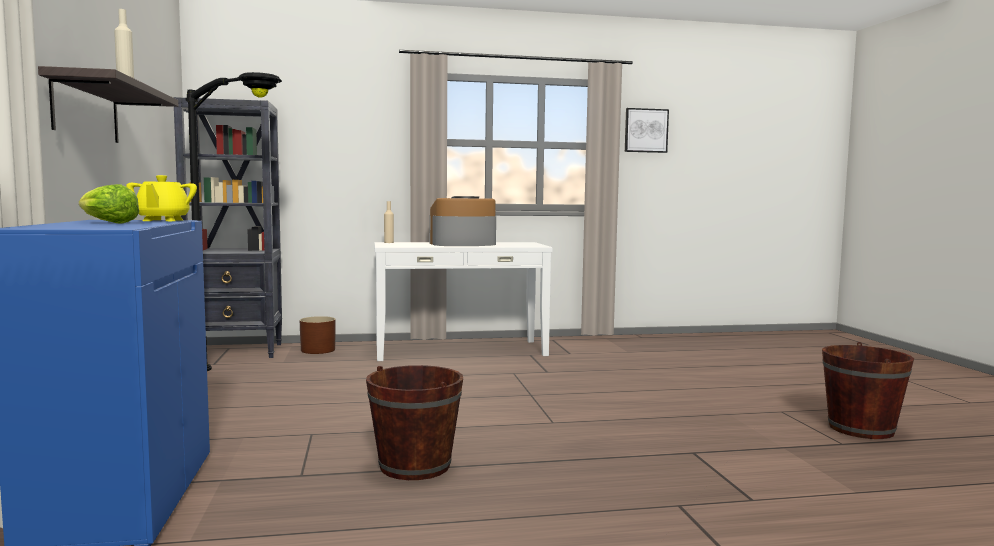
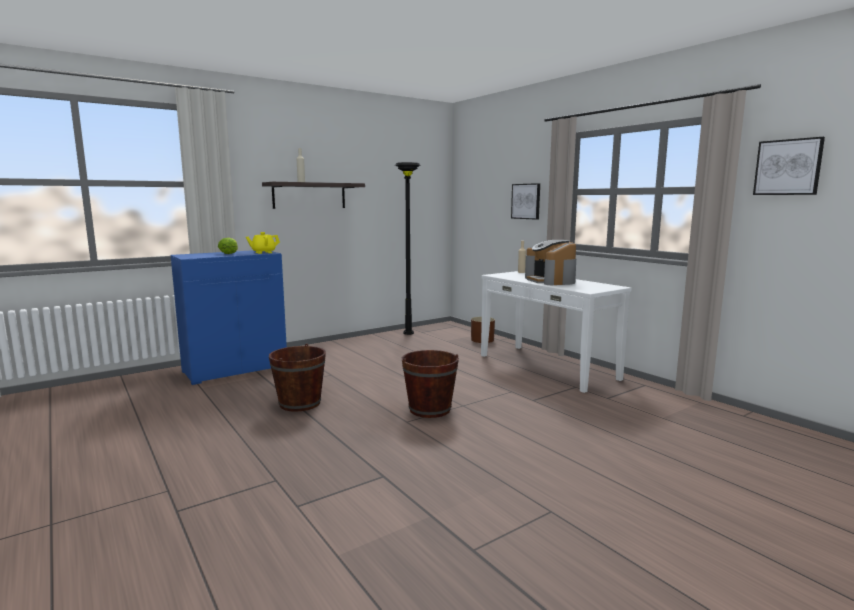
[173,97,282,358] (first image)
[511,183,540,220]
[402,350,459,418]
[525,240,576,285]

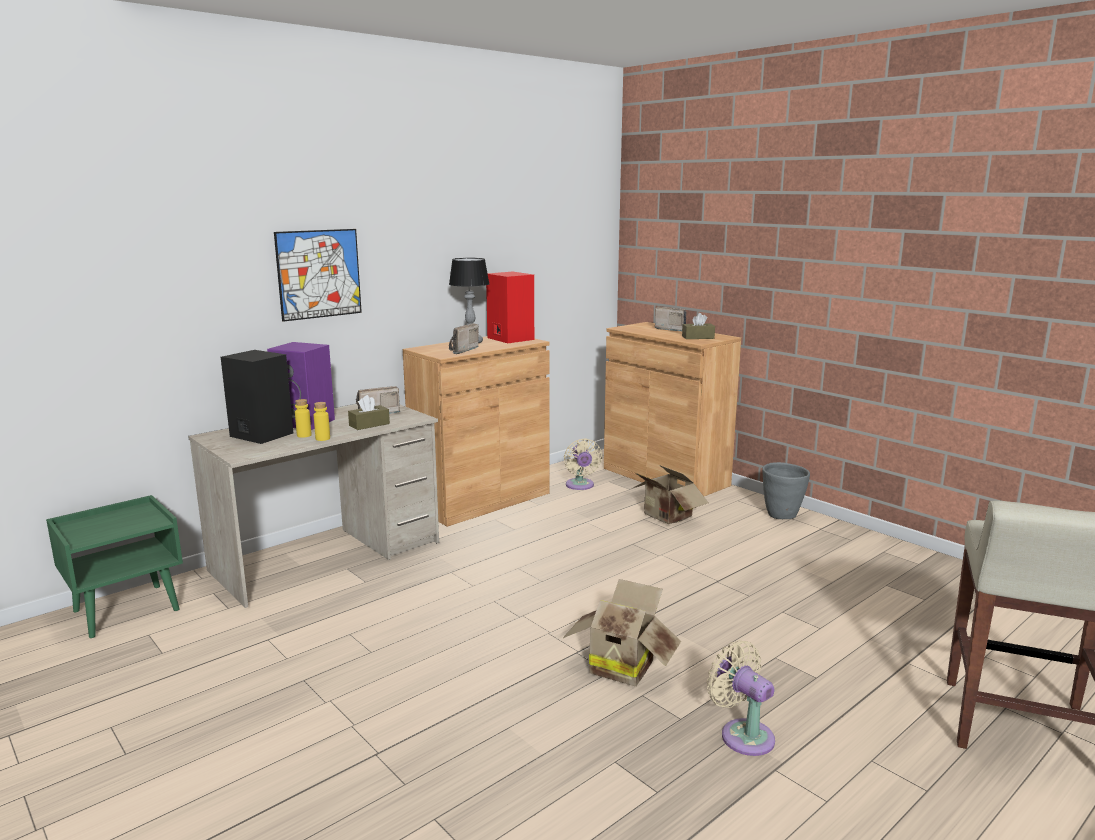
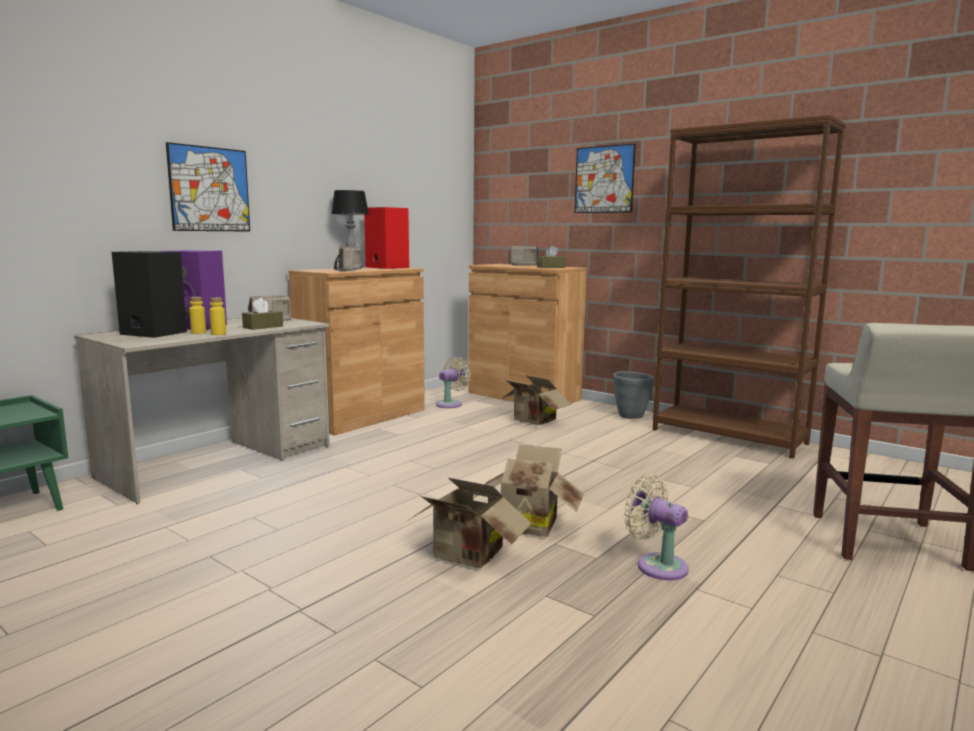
[409,478,532,569]
[575,144,636,213]
[652,115,846,459]
[436,356,471,408]

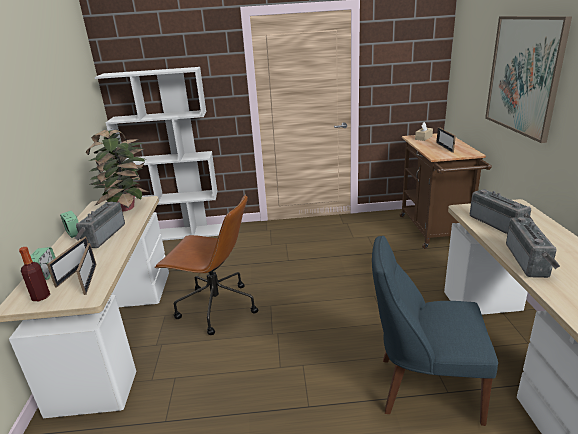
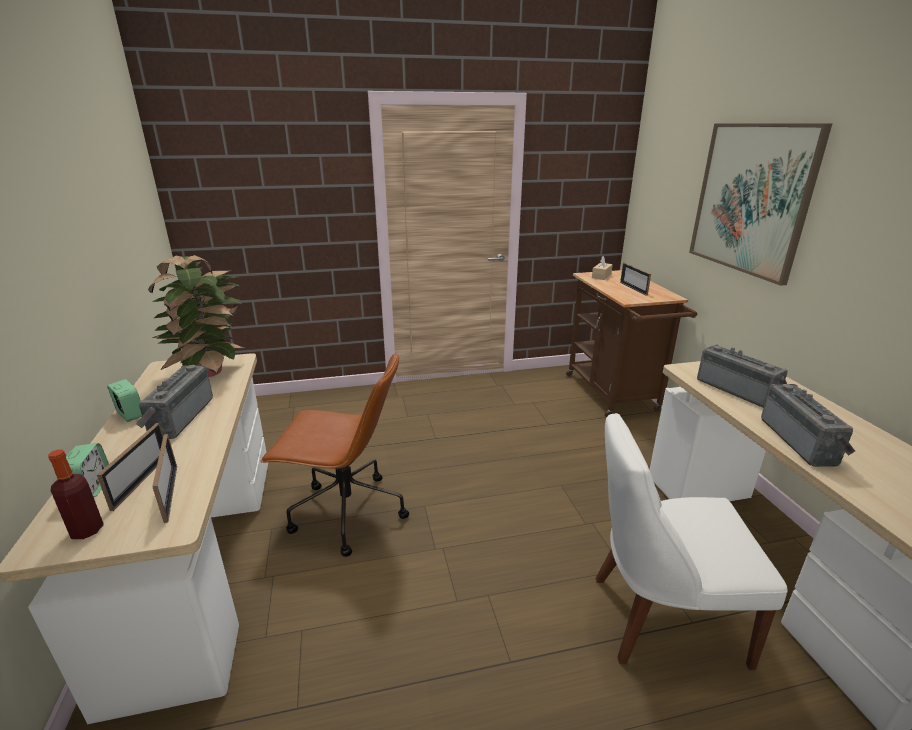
[95,67,222,241] (first image)
[596,413,788,670]

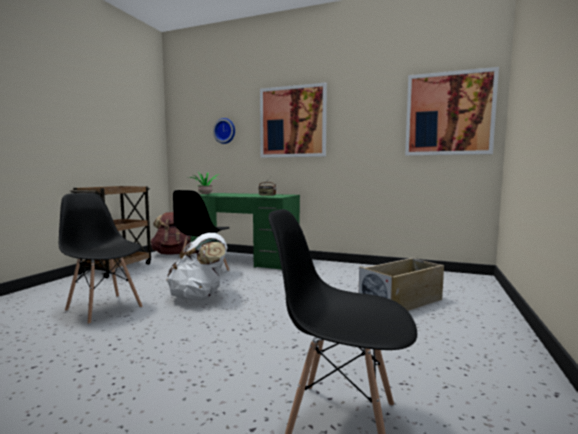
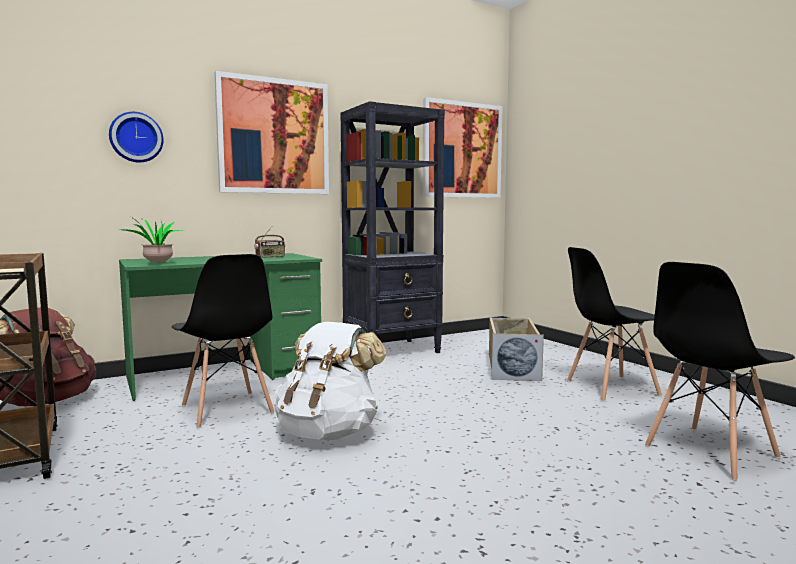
[340,101,445,353]
[567,247,662,402]

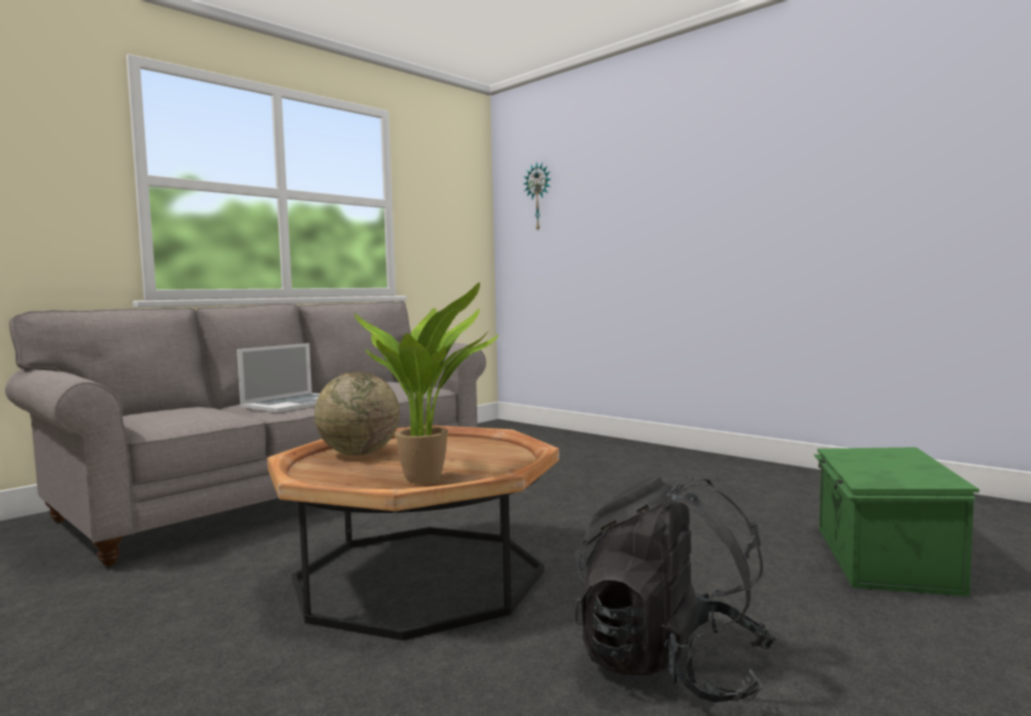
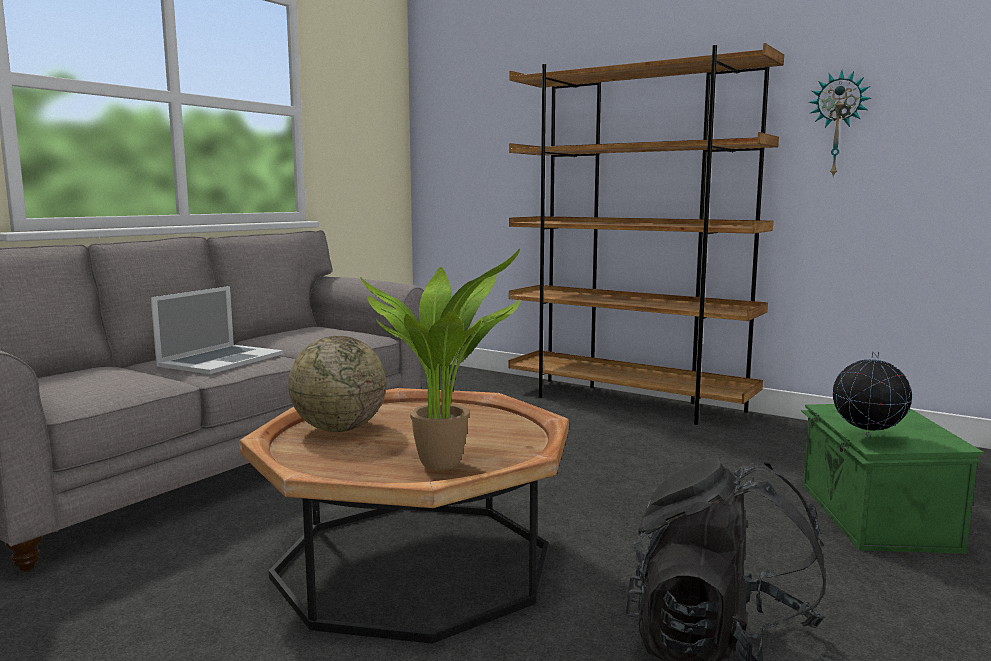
[509,43,784,425]
[833,351,912,439]
[809,70,871,177]

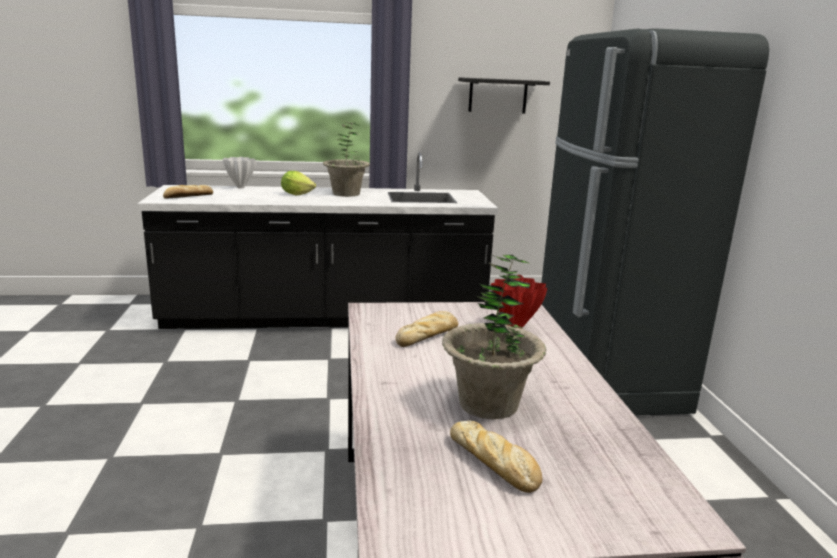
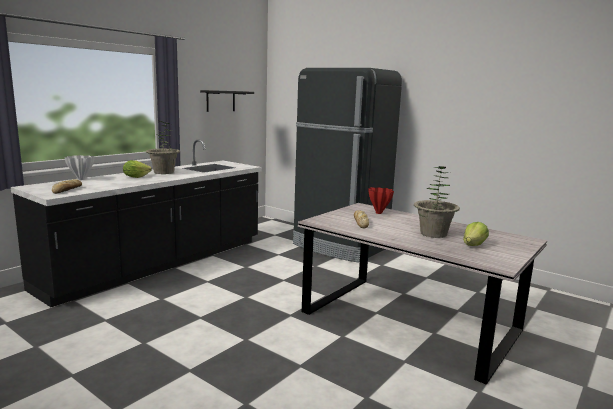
[463,222,489,246]

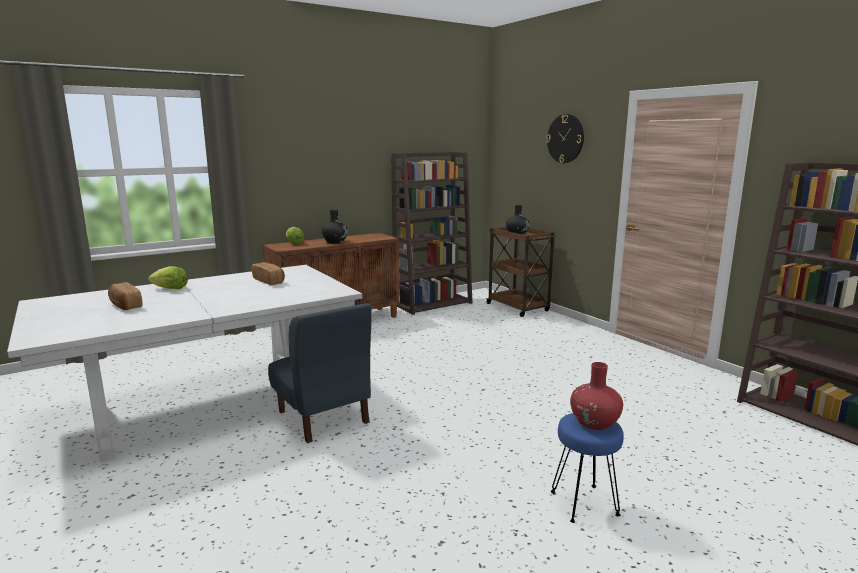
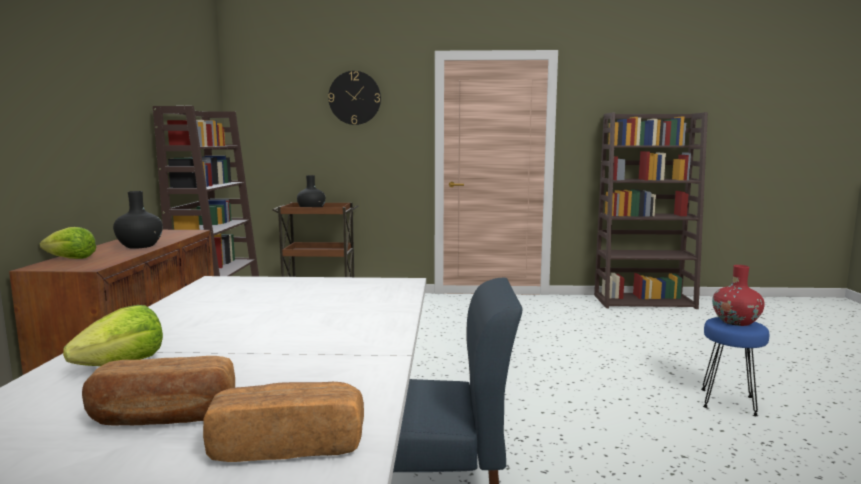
[203,382,364,462]

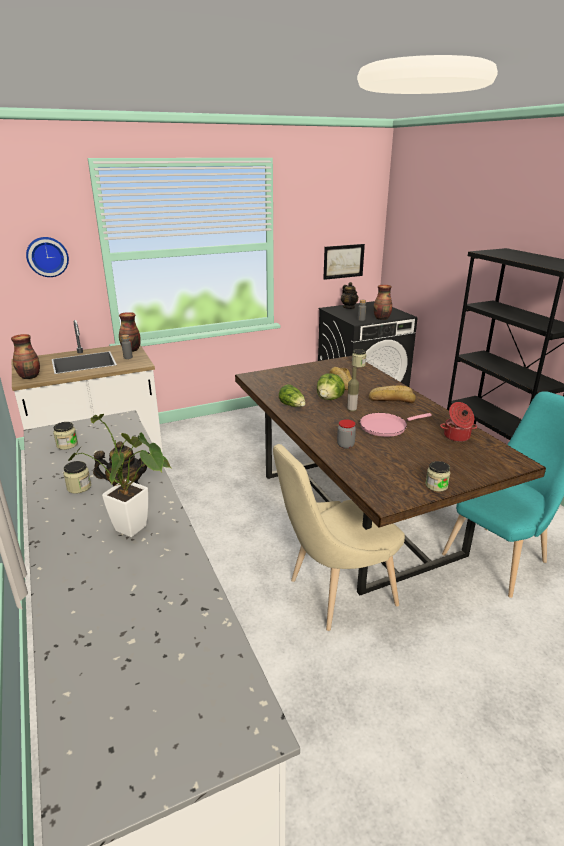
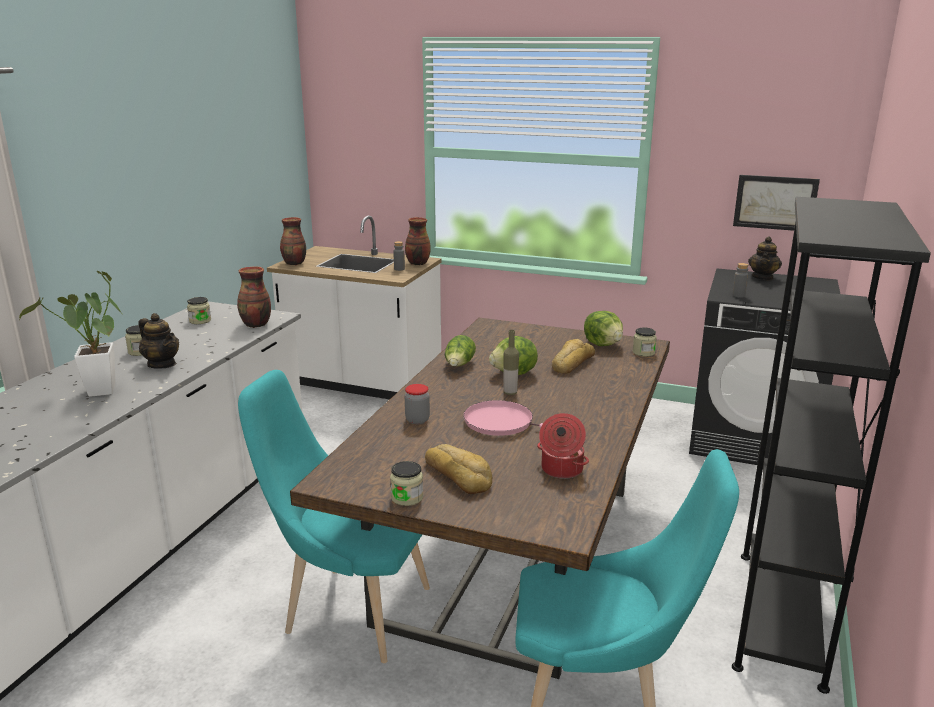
[26,237,69,277] (first image)
[584,311,623,346]
[425,444,492,494]
[237,267,271,328]
[238,370,430,663]

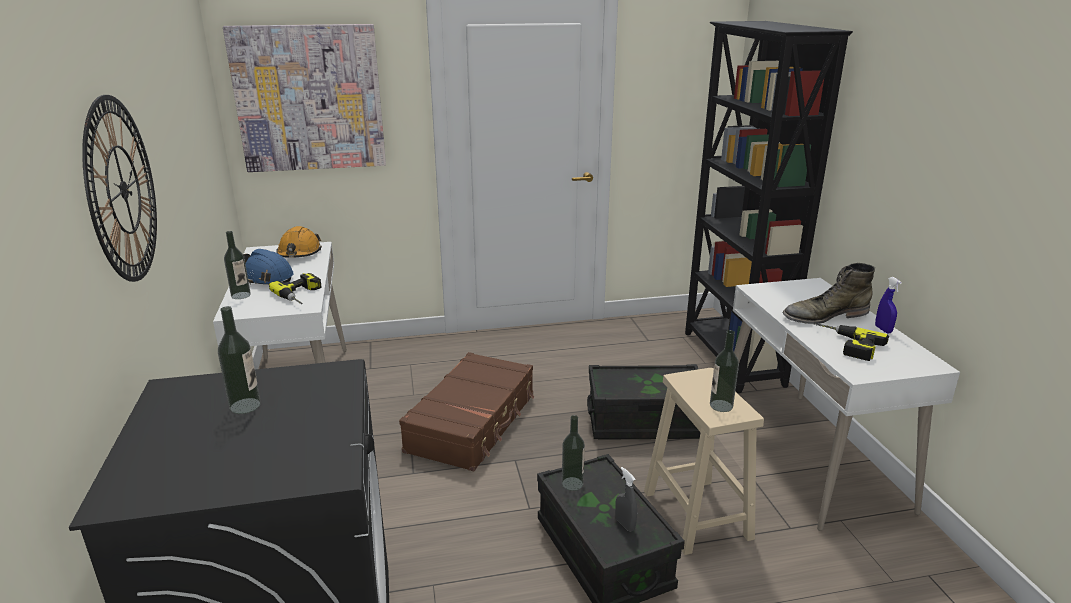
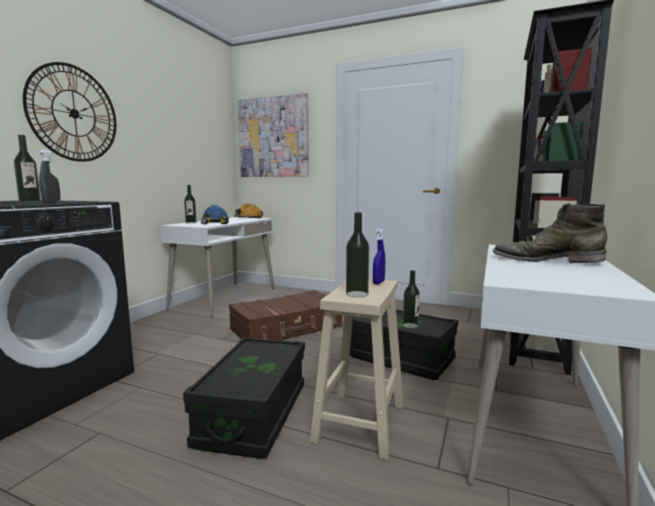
[813,323,889,361] (first image)
[403,270,420,328]
[39,150,61,203]
[373,228,385,285]

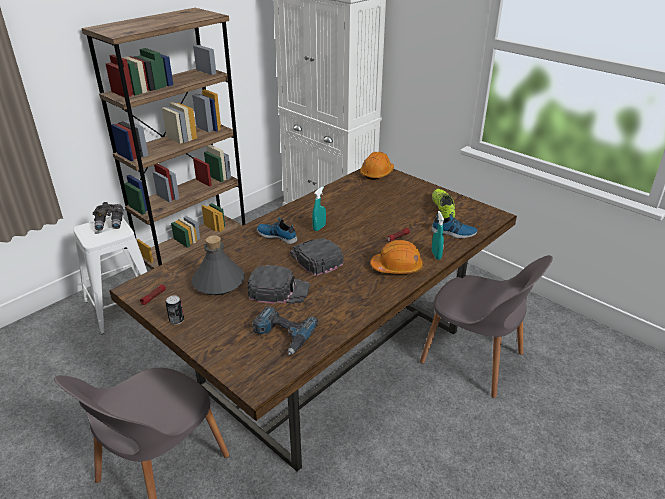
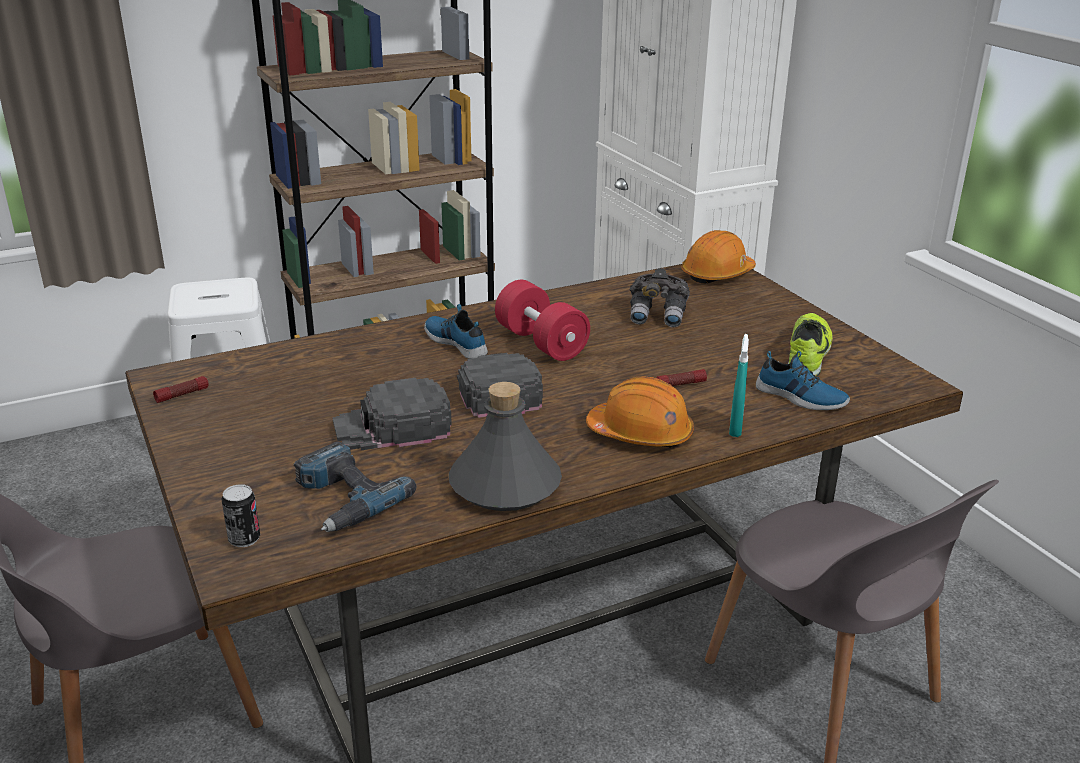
[629,268,690,327]
[221,484,260,547]
[449,382,562,511]
[495,280,590,361]
[332,378,452,450]

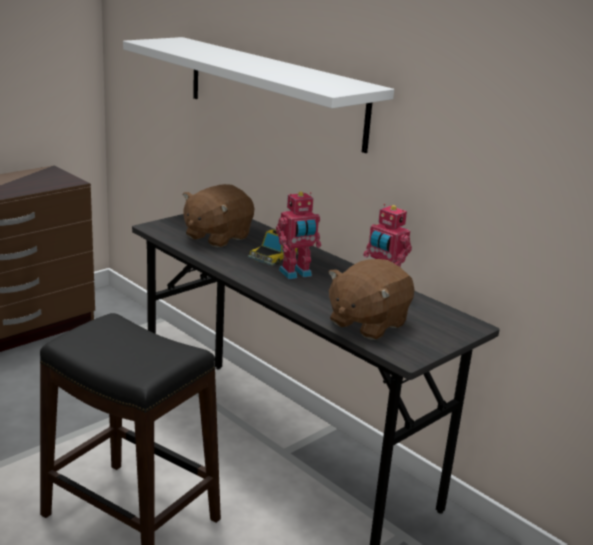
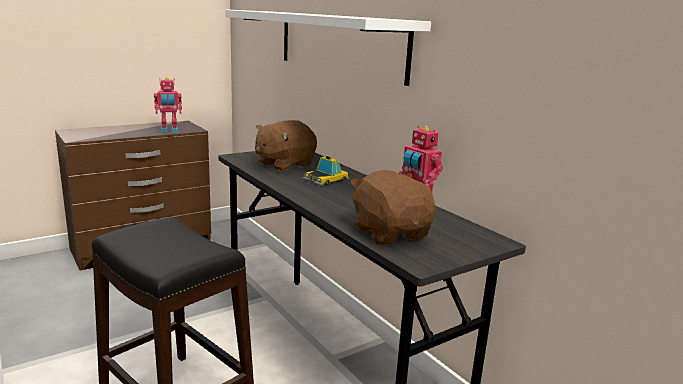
[154,77,182,132]
[350,170,436,245]

